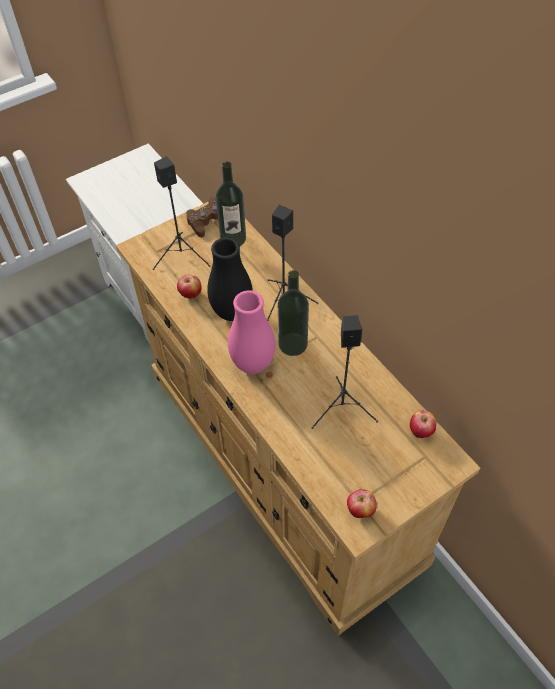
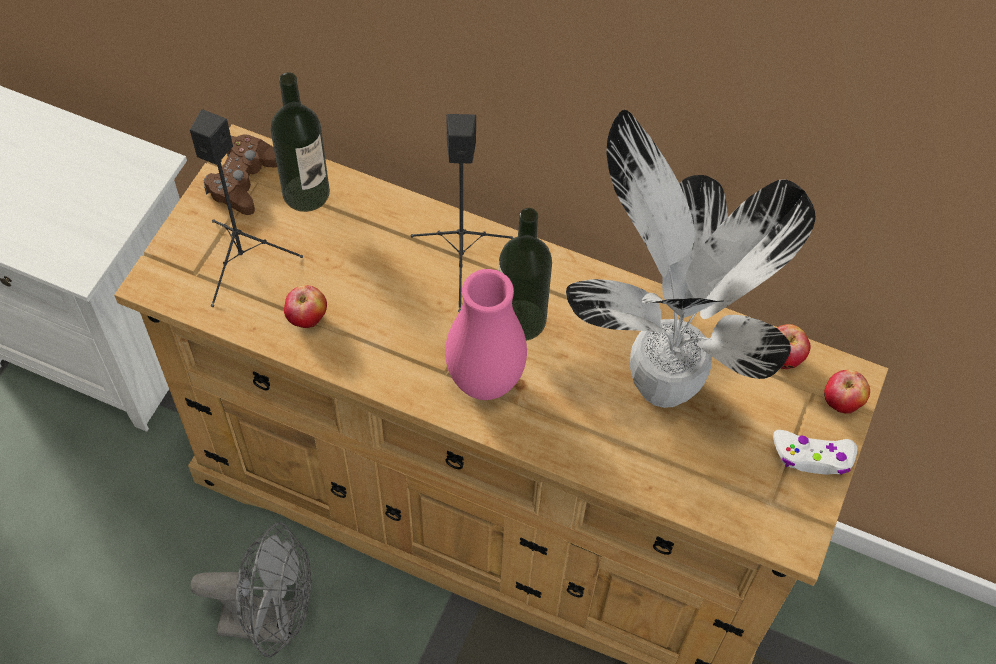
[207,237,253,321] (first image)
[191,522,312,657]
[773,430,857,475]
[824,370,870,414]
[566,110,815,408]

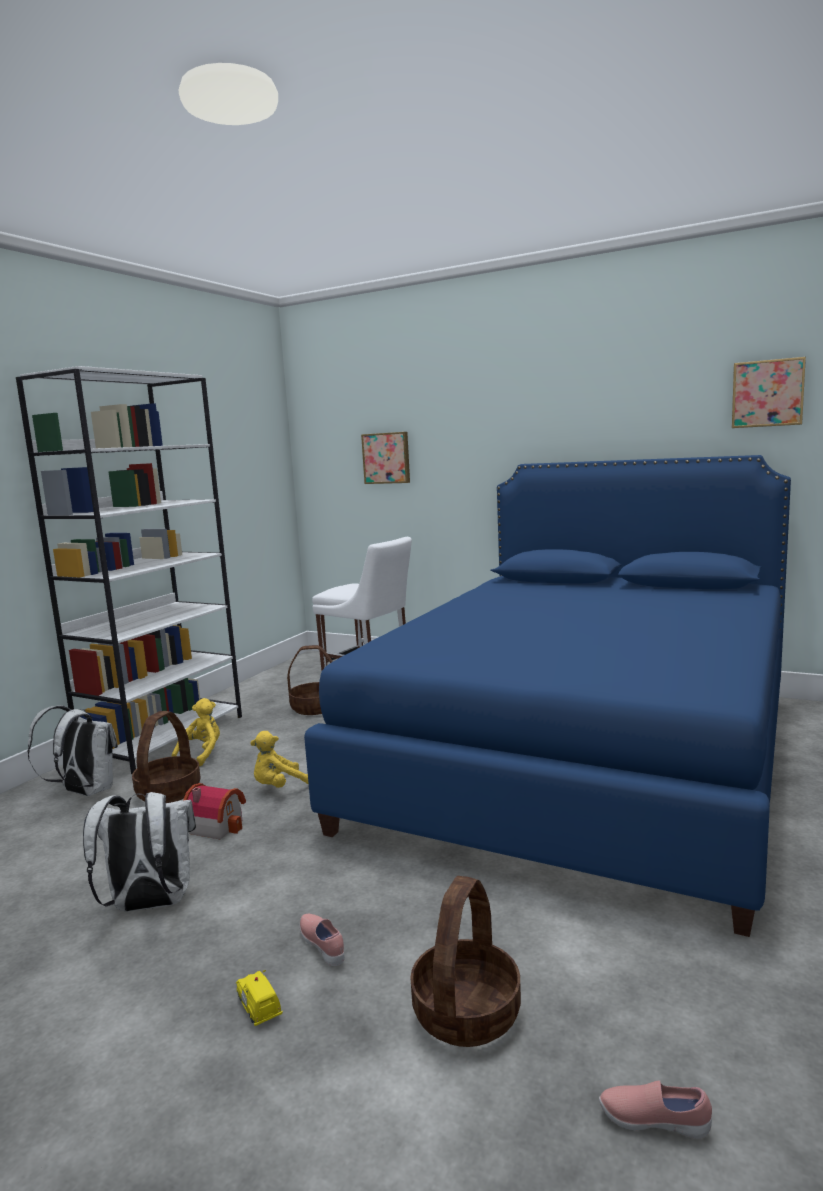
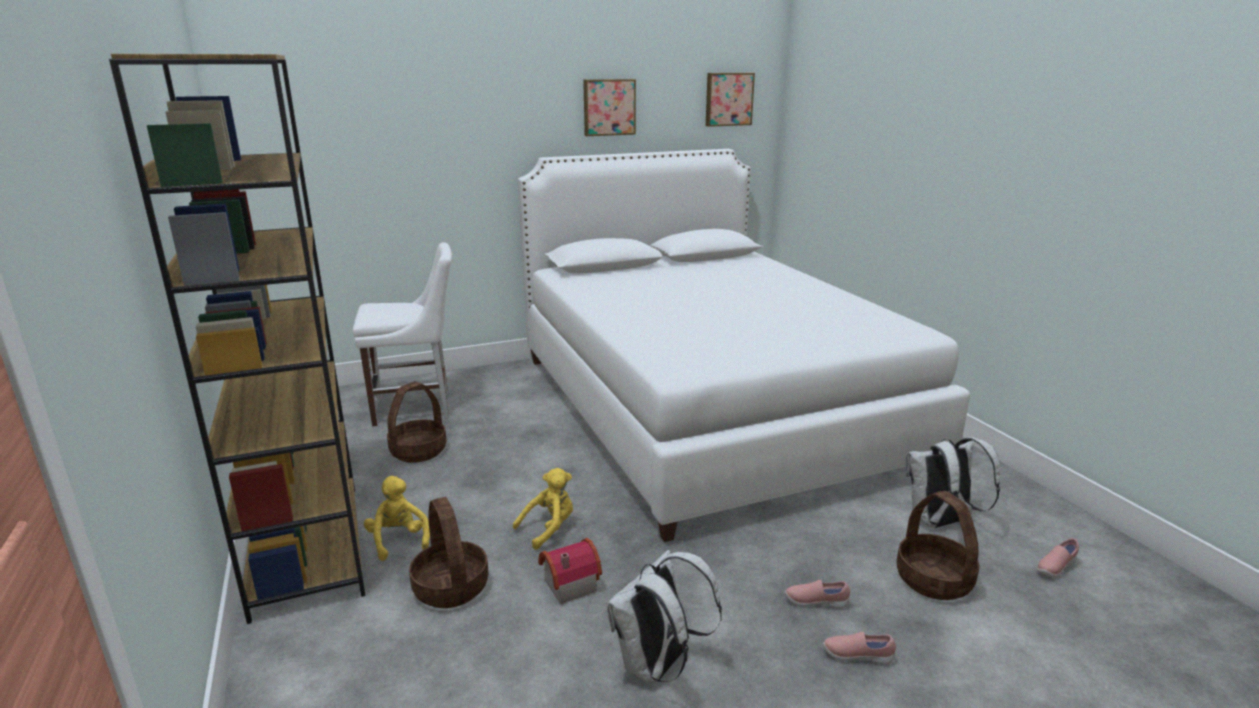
[906,437,1000,528]
[583,79,636,136]
[823,632,896,664]
[109,54,365,624]
[518,149,970,542]
[513,468,573,550]

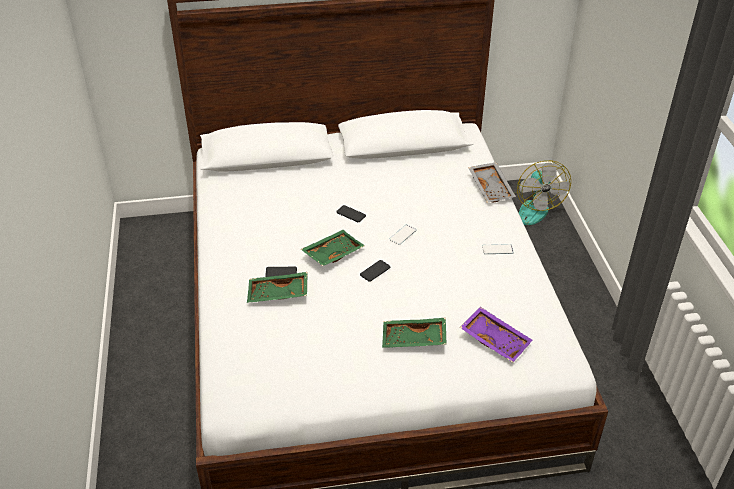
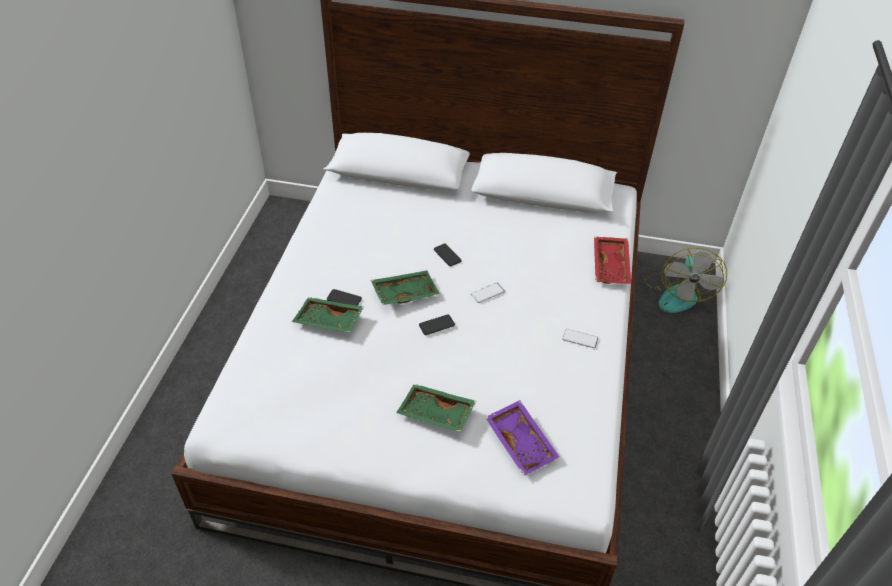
[594,237,631,284]

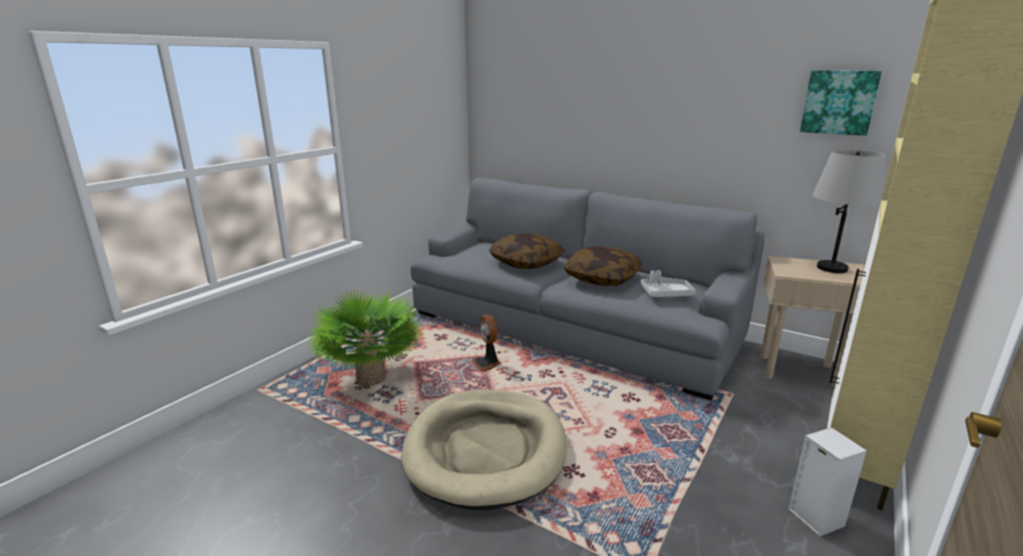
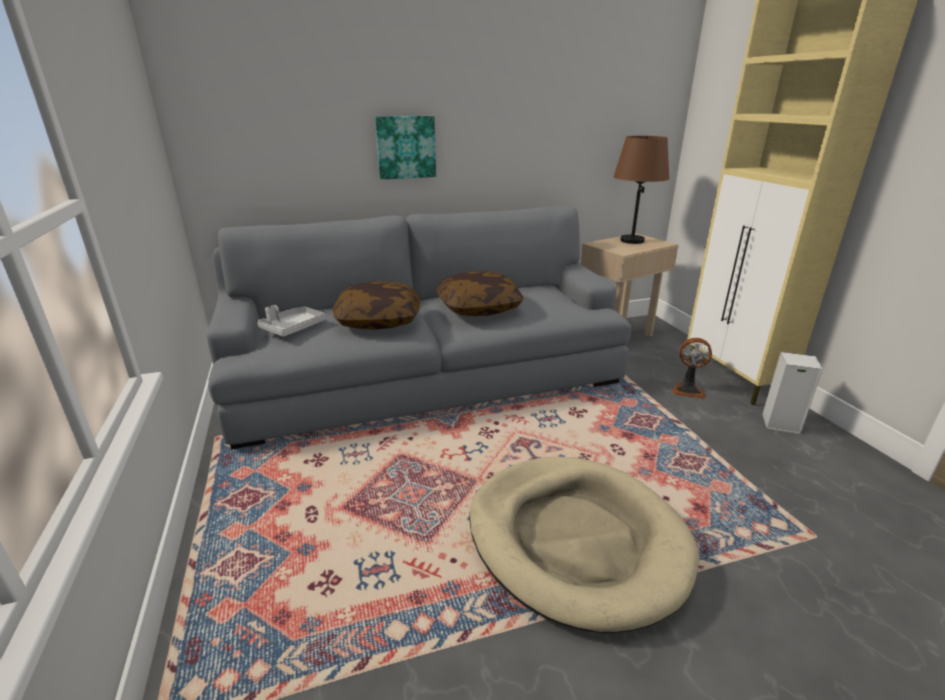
[306,289,424,386] (first image)
[671,338,712,398]
[257,305,326,337]
[375,116,436,179]
[613,136,669,244]

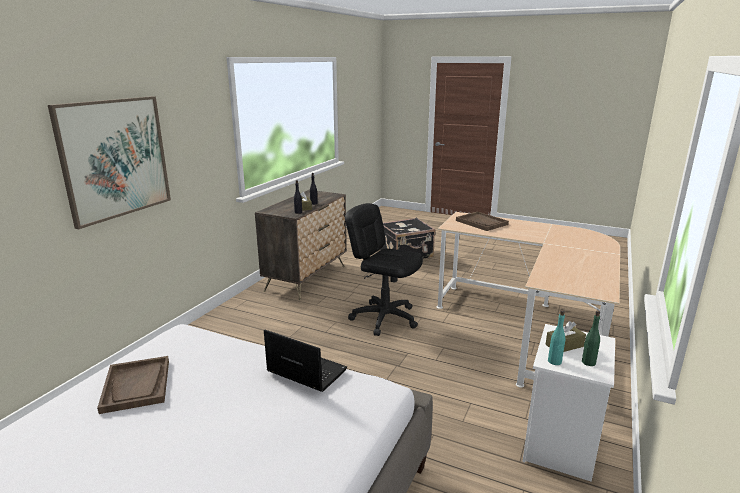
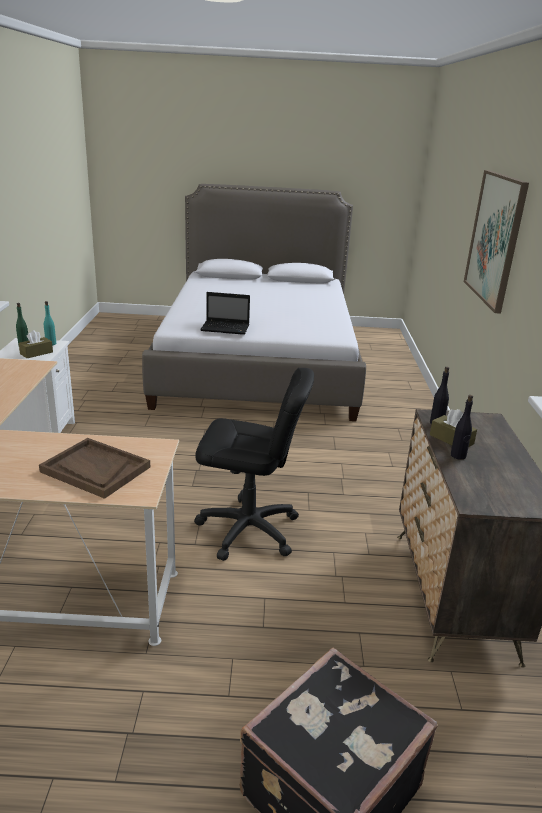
[97,356,169,414] (first image)

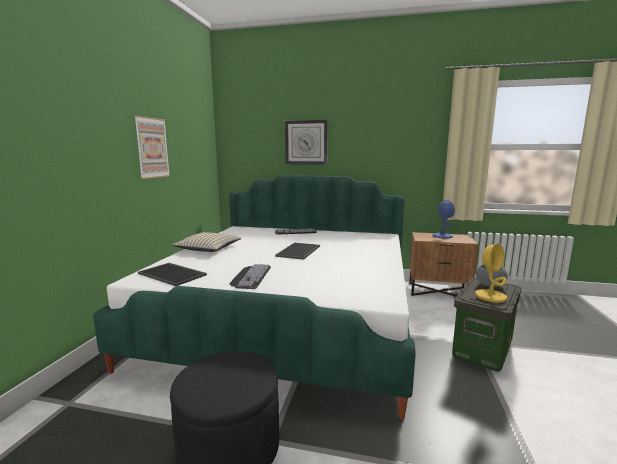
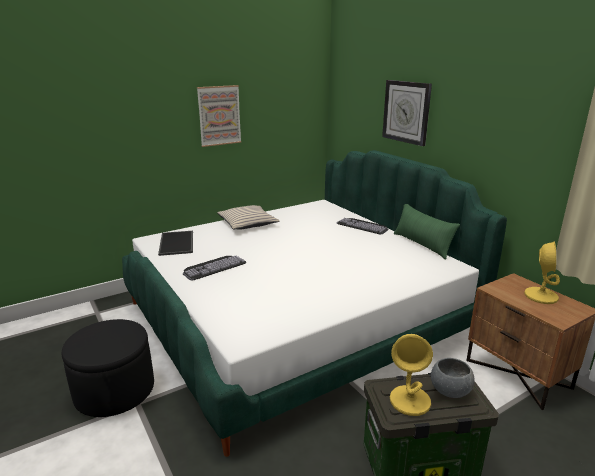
[275,243,320,260] (first image)
[394,204,460,260]
[524,241,560,304]

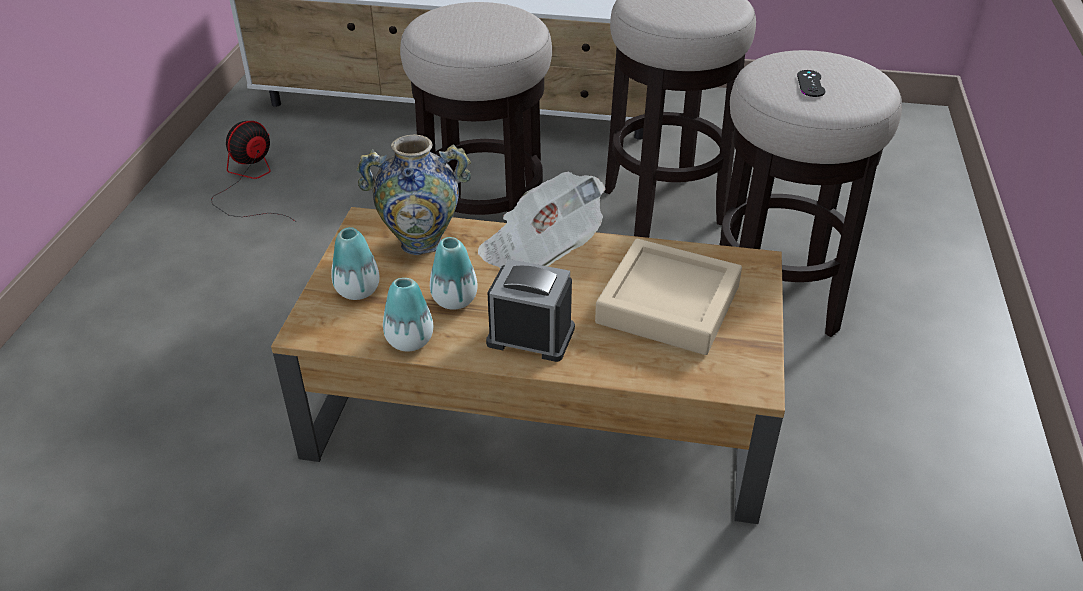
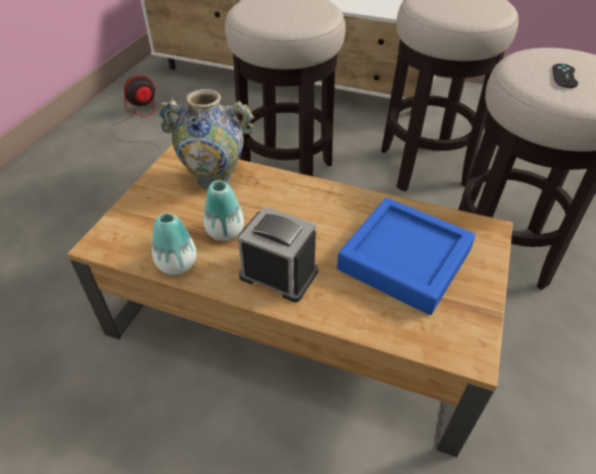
[331,227,380,300] (first image)
[478,172,606,269] (first image)
[337,198,476,315]

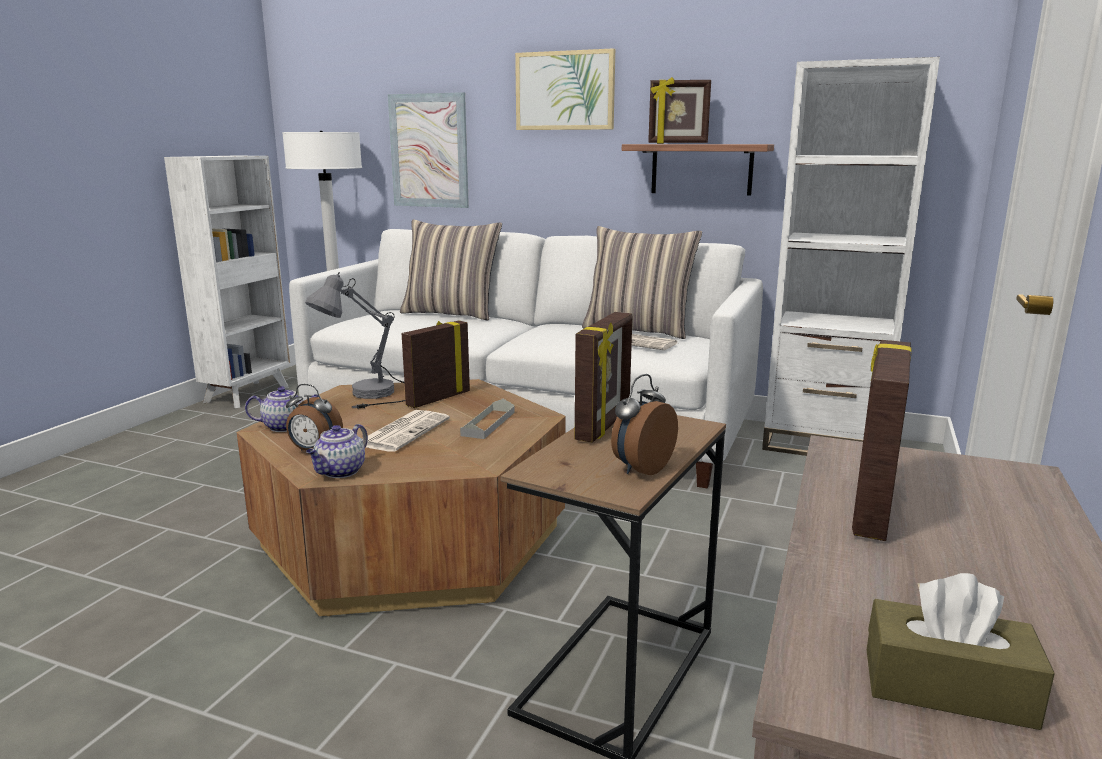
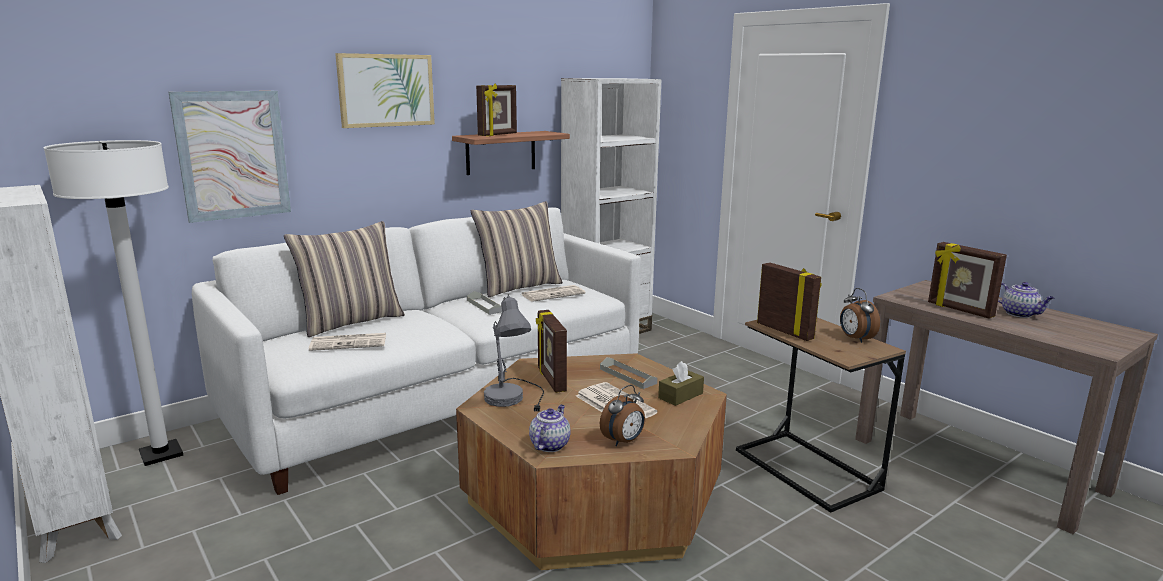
[309,333,386,351]
[467,291,502,315]
[998,282,1054,318]
[658,361,704,406]

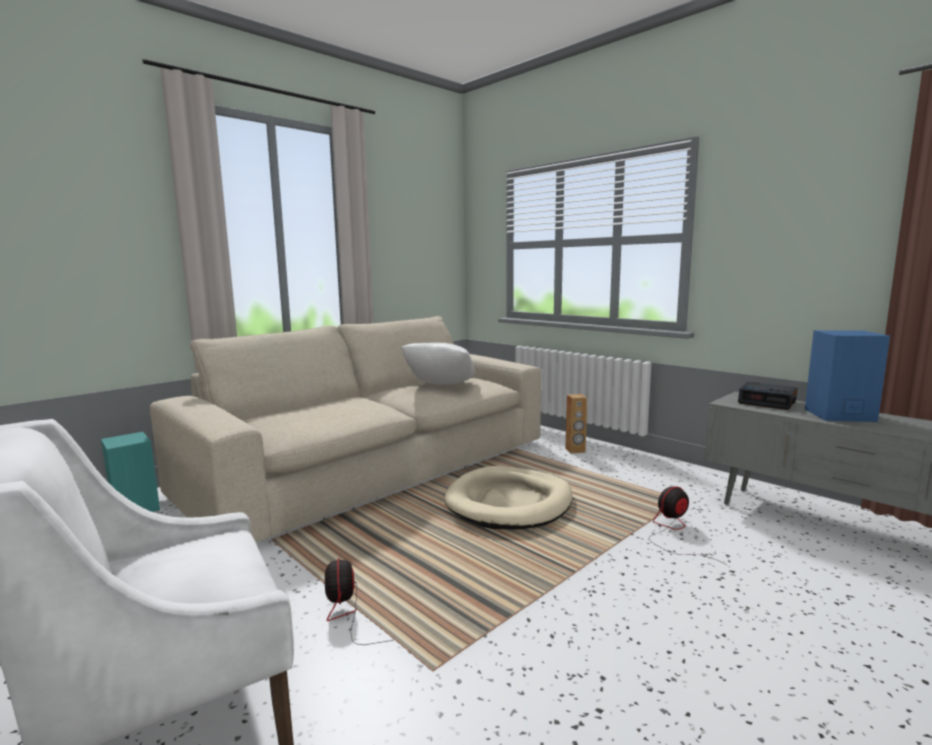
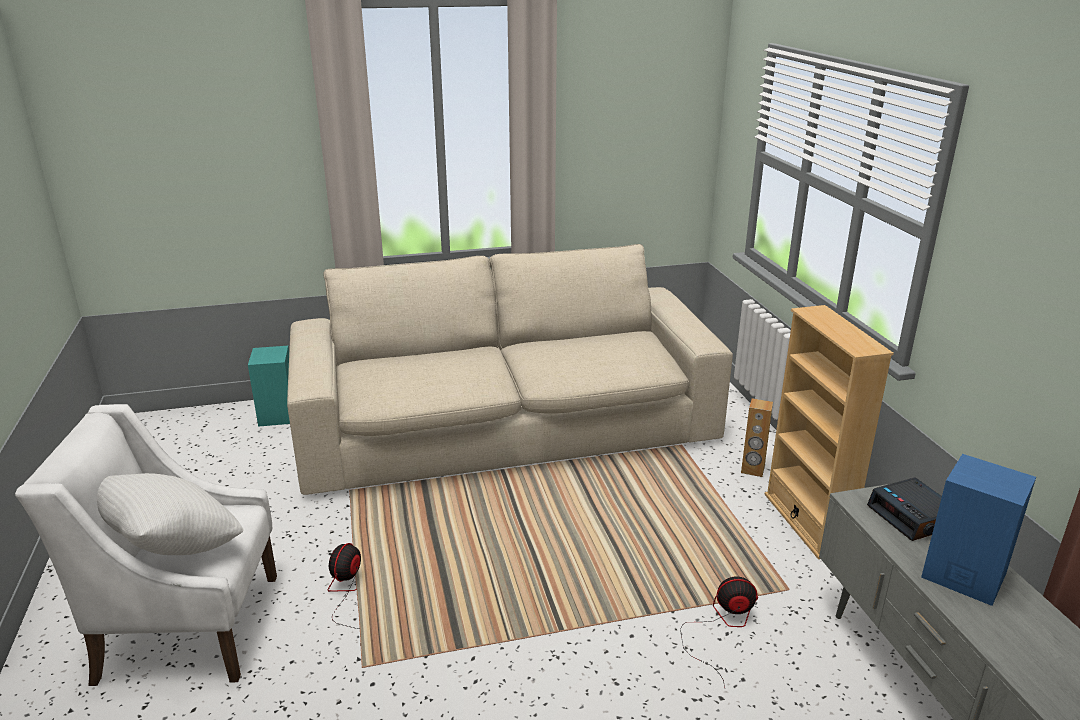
[444,466,573,530] (first image)
[764,305,894,559]
[97,473,244,555]

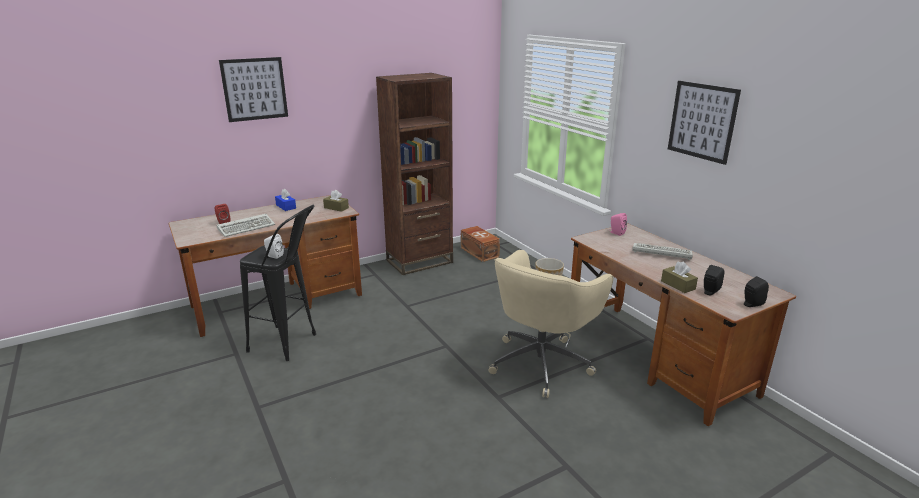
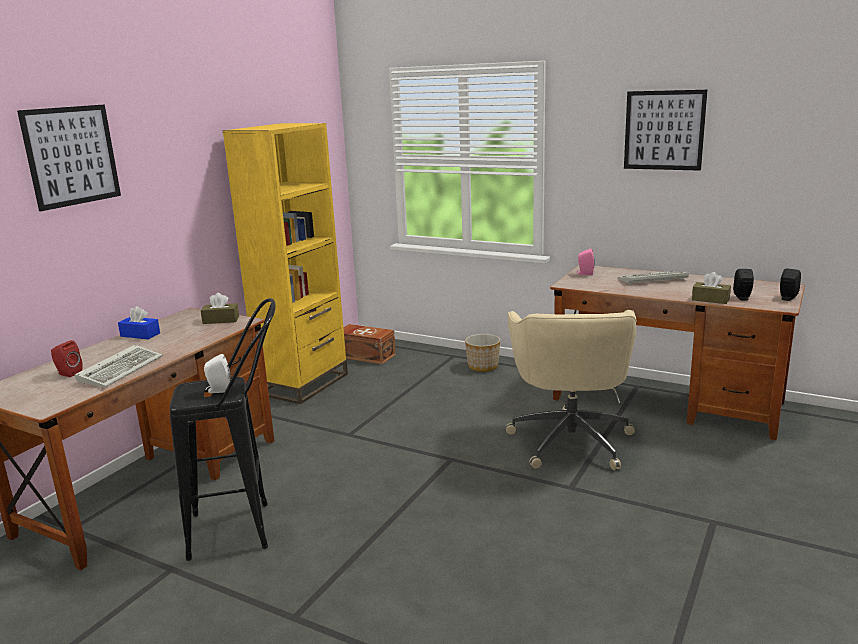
[223,123,348,404]

